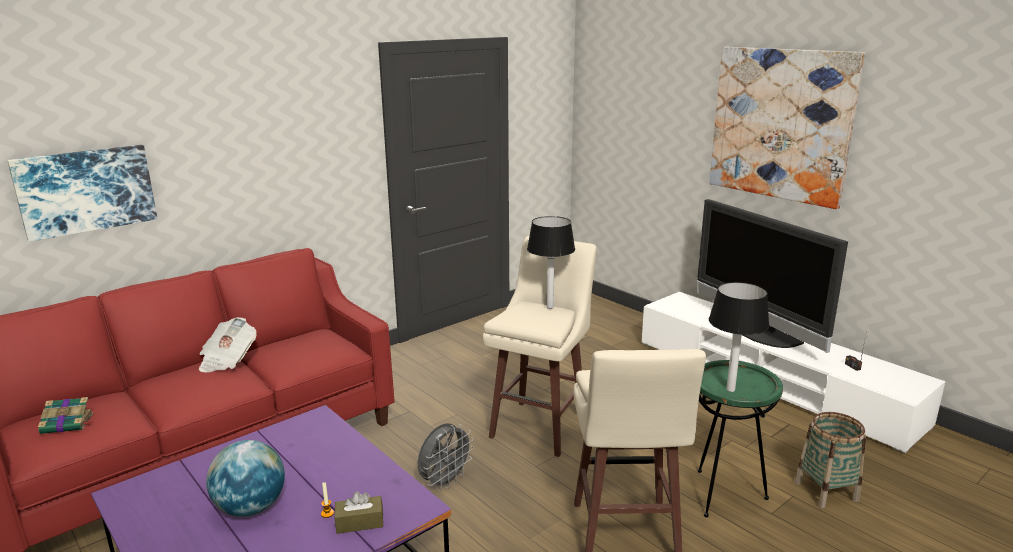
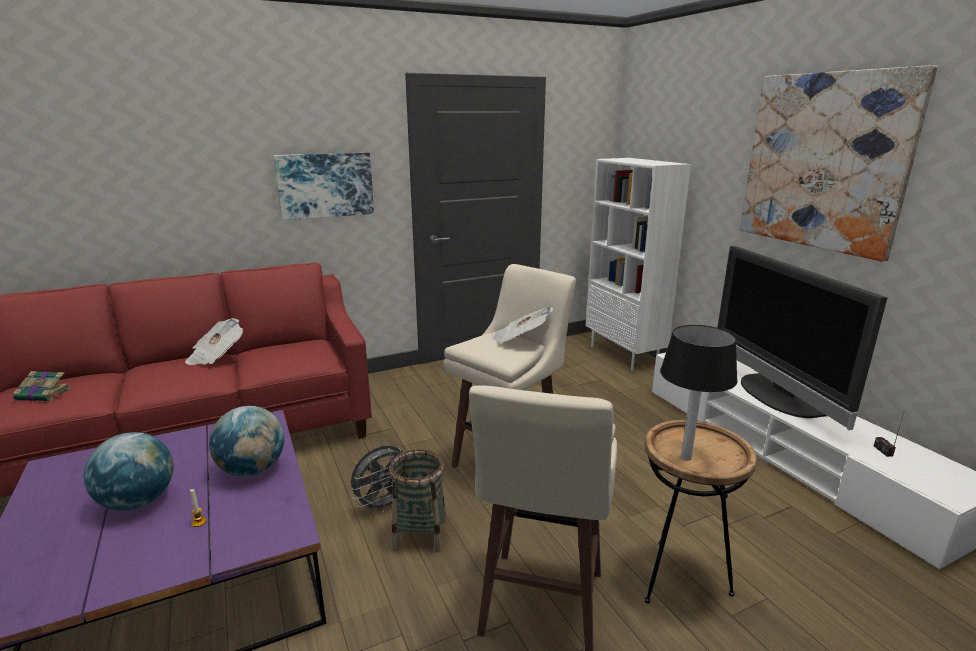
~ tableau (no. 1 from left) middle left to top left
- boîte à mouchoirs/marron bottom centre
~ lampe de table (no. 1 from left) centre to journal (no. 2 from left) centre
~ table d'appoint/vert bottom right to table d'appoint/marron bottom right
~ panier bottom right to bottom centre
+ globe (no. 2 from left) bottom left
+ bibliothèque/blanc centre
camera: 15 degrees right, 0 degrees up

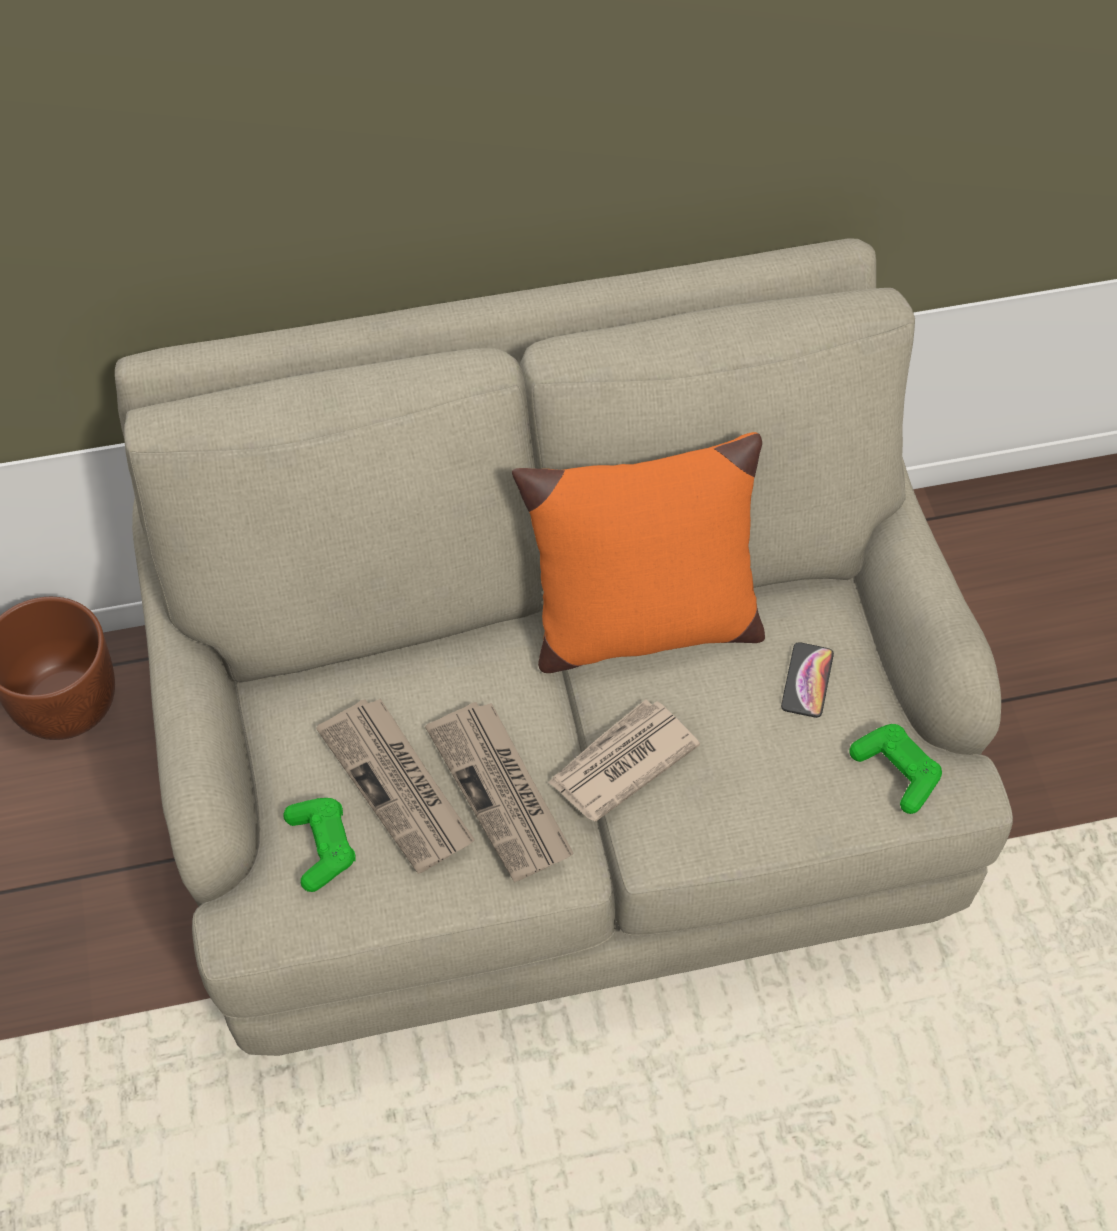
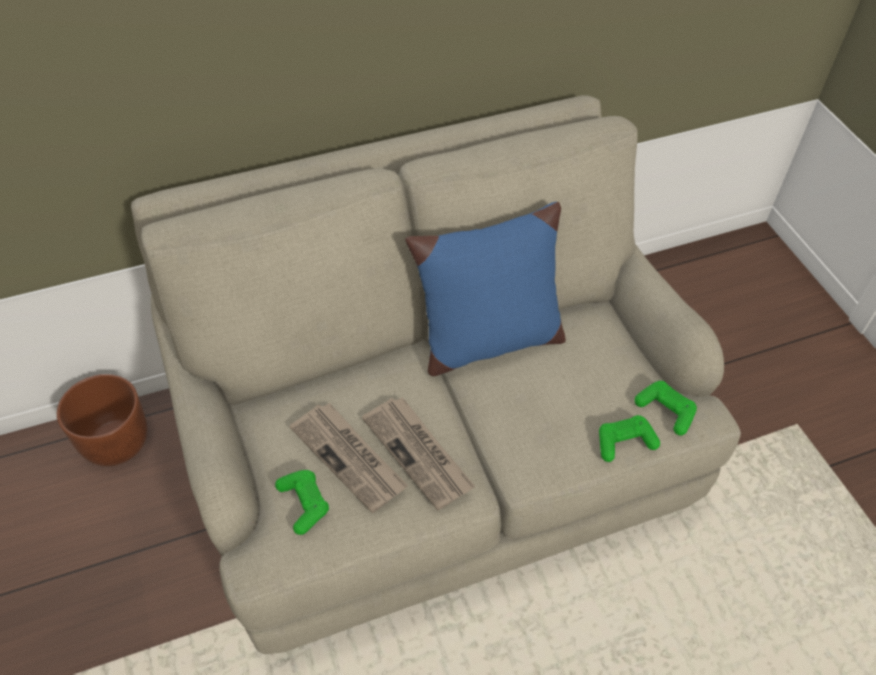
~ coussin/orange centre to coussin/bleu centre
- journal (no. 3 from left) centre
- téléphone middle right
+ manette/vert (no. 2 from left) middle right
camera: 10 degrees left, 5 degrees down

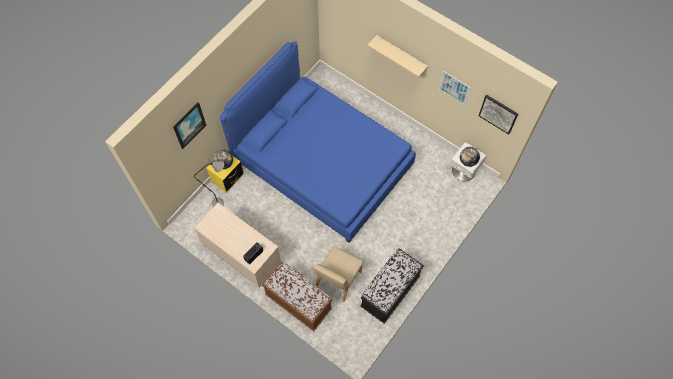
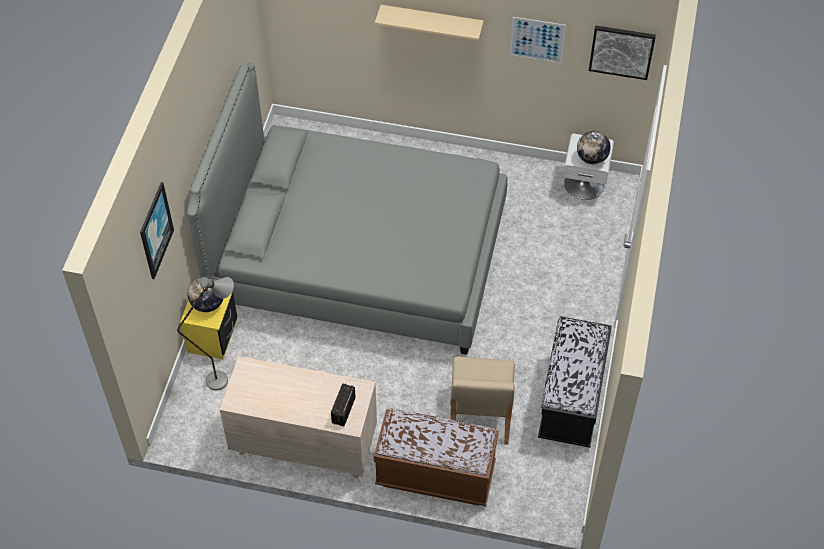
~ lit/bleu centre to lit/gris centre
camera: 25 degrees left, 10 degrees down

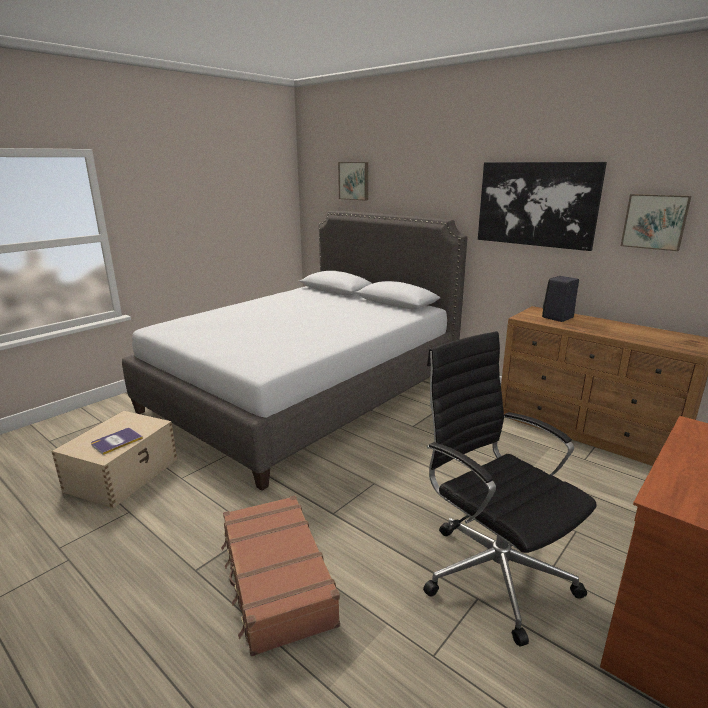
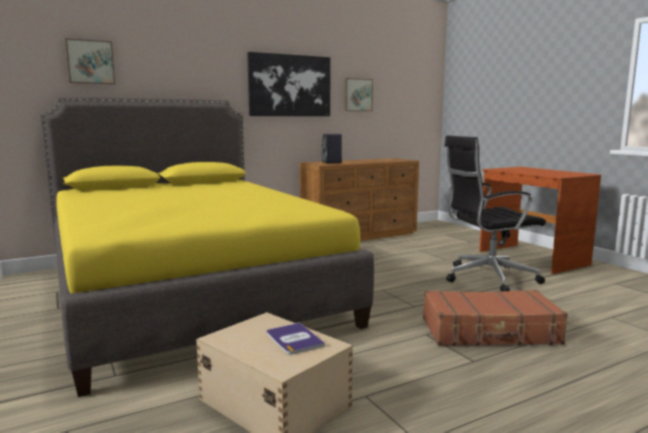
~ lit/gris centre to lit/jaune middle left
camera: 70 degrees left, 10 degrees down

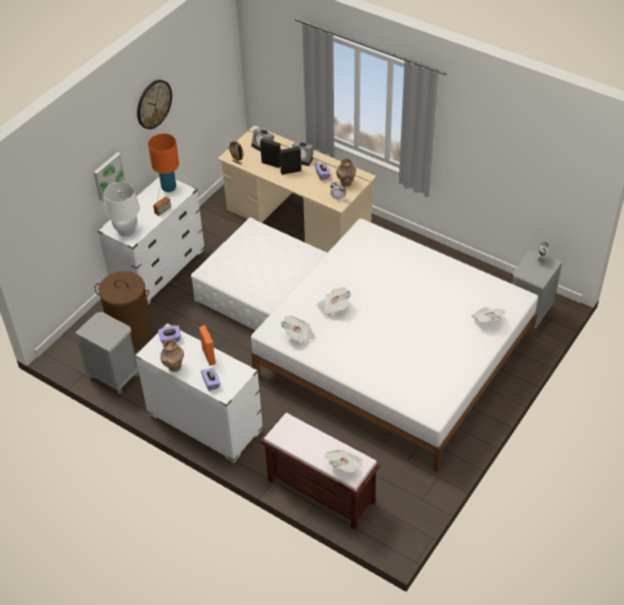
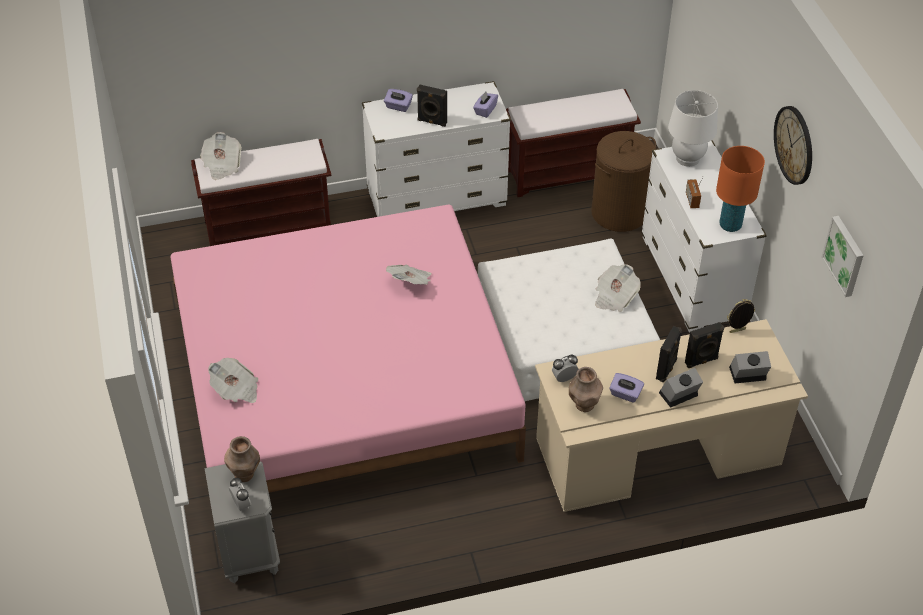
~ table de chevet/gris (no. 1 from left) middle left to banc/marron (no. 2 from left) top centre
~ tableau top left to middle right
~ vase/marron (no. 1 from left) middle left to bottom left
~ enceinte/orange middle left to enceinte/noir (no. 1 from left) top centre
~ lit/blanc centre to lit/rose centre
~ journal (no. 1 from left in the first image) centre to journal (no. 4 from left) middle right
camera: 130 degrees right, 0 degrees up

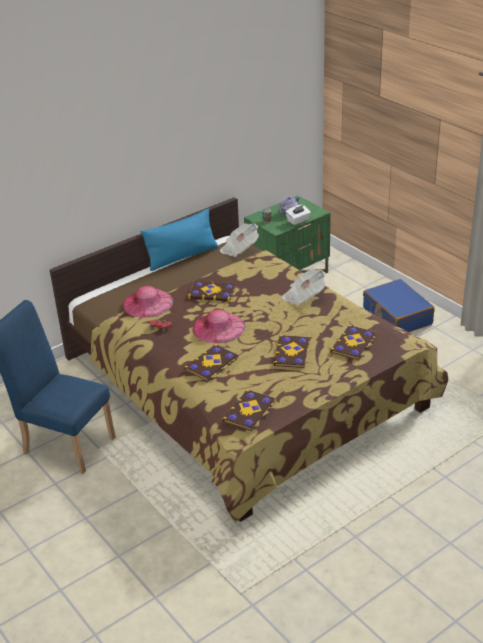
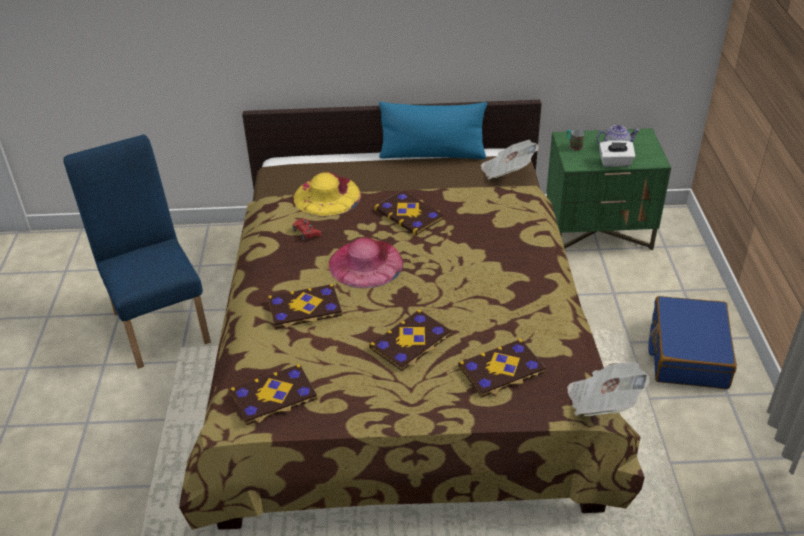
~ chapeau/rose (no. 1 from left) middle left to chapeau/jaune centre
~ journal (no. 2 from left) centre to bottom right
camera: 35 degrees right, 5 degrees up

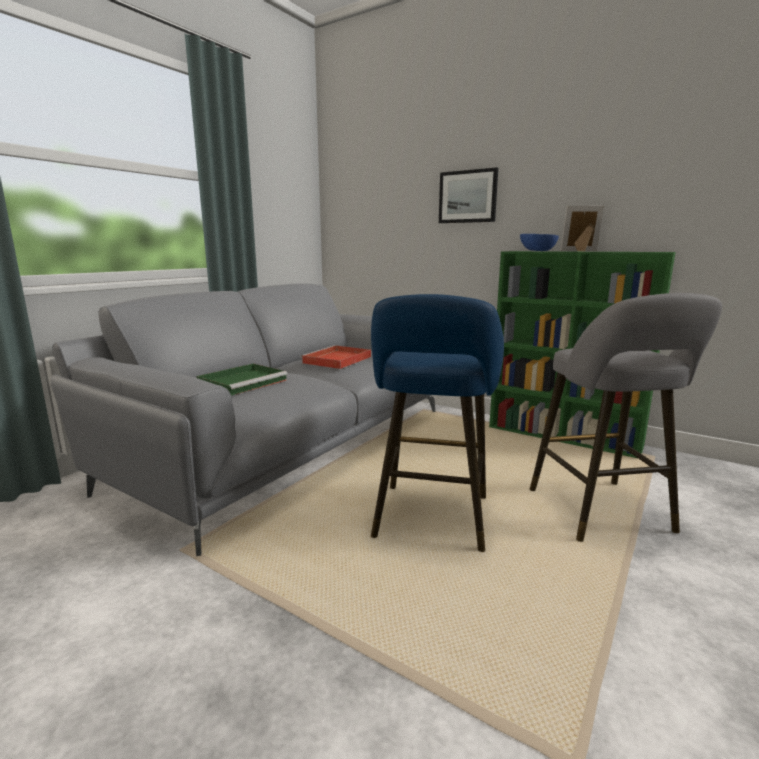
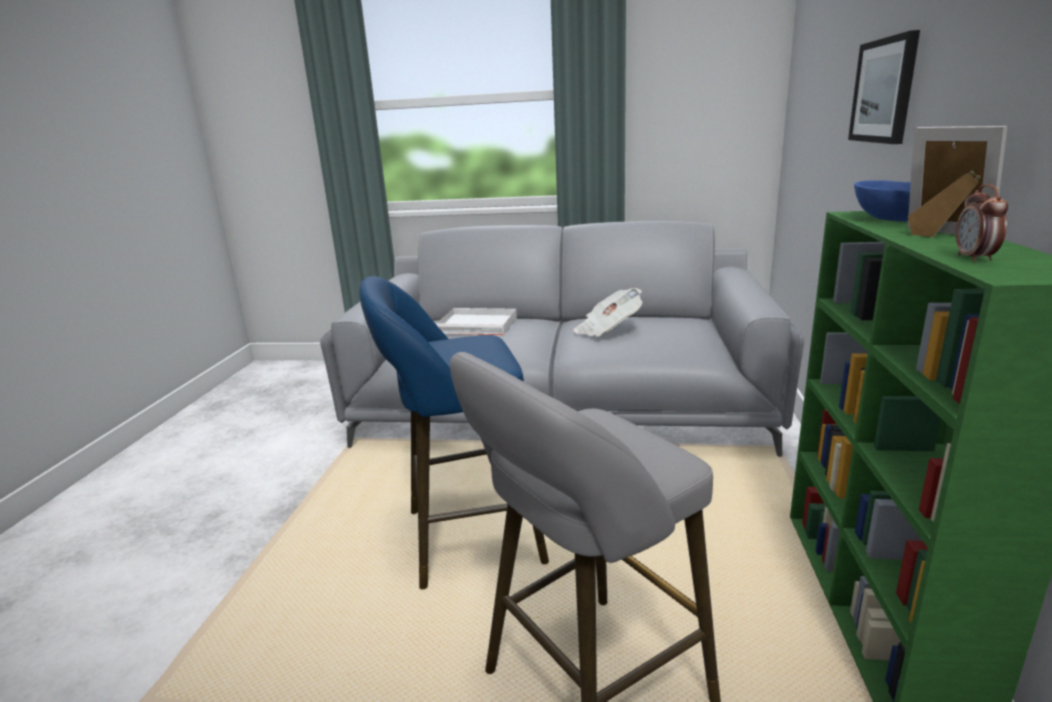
~ plateau/vert middle left to plateau/blanc centre
~ plateau/rouge centre to journal centre
+ réveil top right
camera: 65 degrees right, 5 degrees up

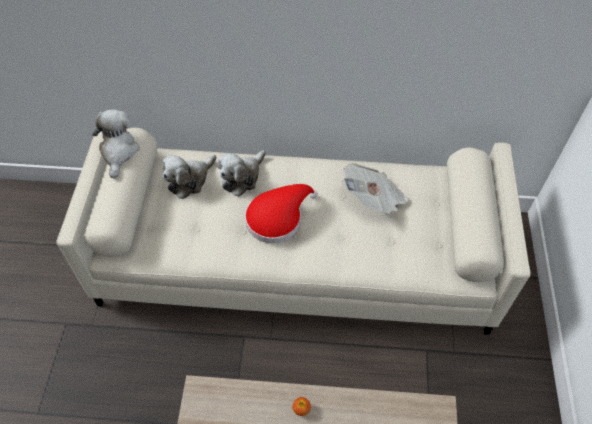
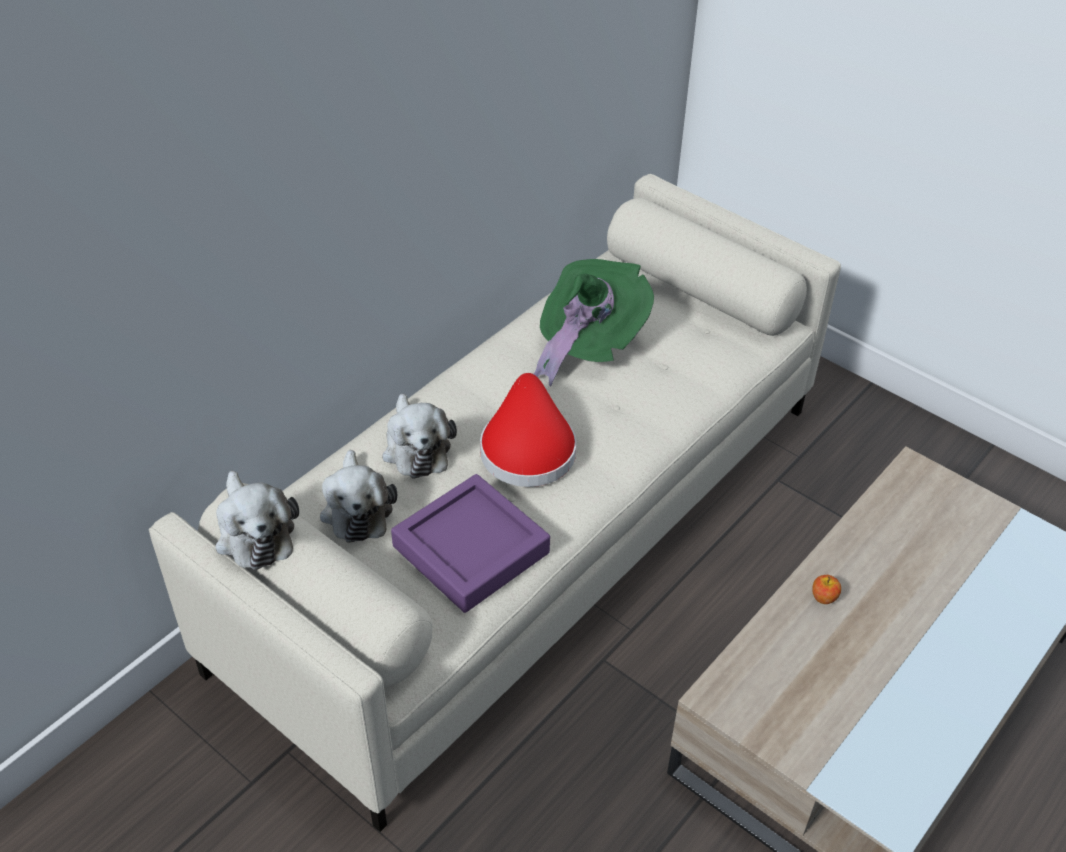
~ peluche (no. 1 from left) middle left = middle left 150 degrees counterclockwise
~ journal centre to chapeau/vert centre
+ plateau/violet centre
camera: 55 degrees left, 10 degrees down

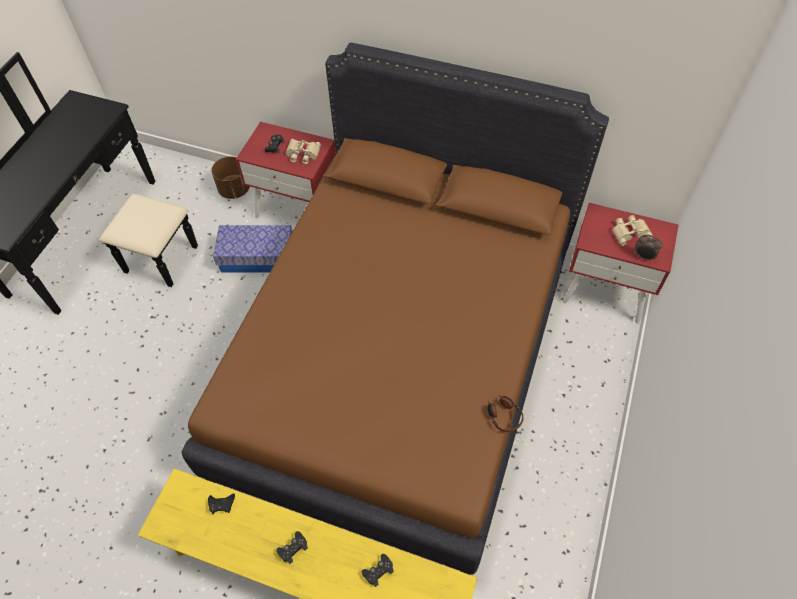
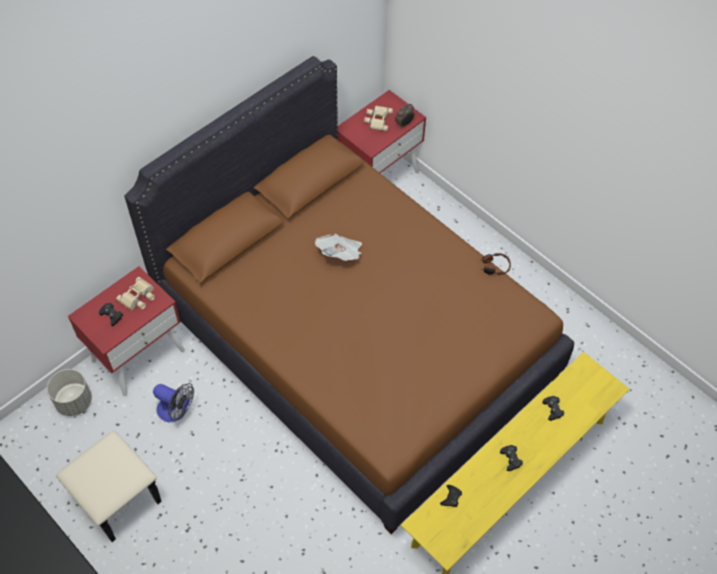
~ cache-pot/marron top left to cache-pot/gris bottom left
~ boîte de rangement middle left to ventilateur bottom left
+ journal centre
camera: 65 degrees left, 0 degrees up

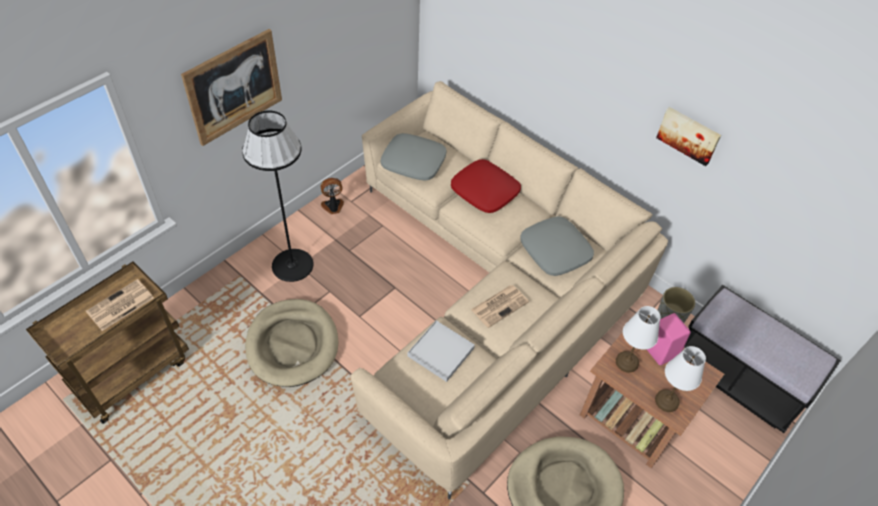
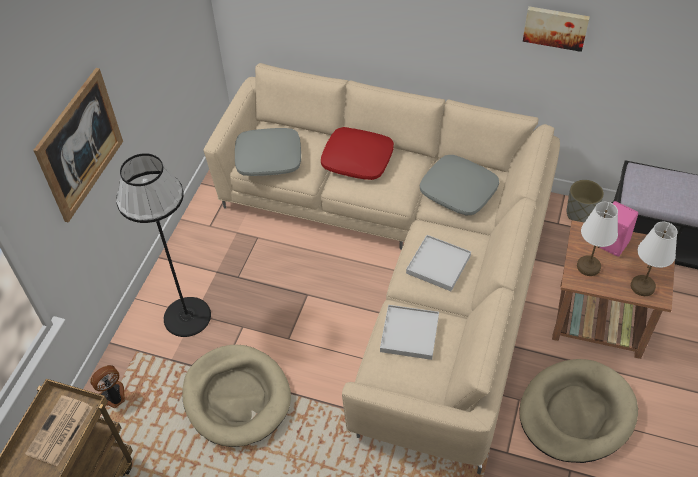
~ ventilateur centre to bottom left
~ journal (no. 2 from left) centre to plateau/blanc (no. 2 from left) centre
camera: 20 degrees left, 0 degrees up

